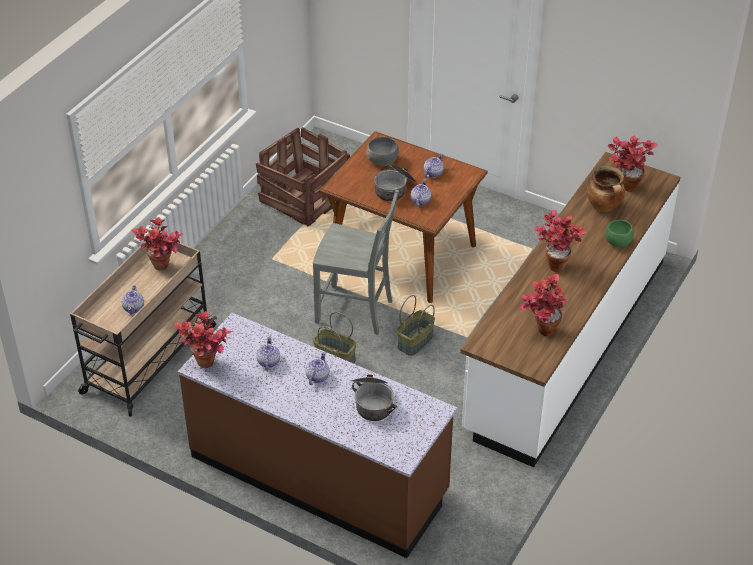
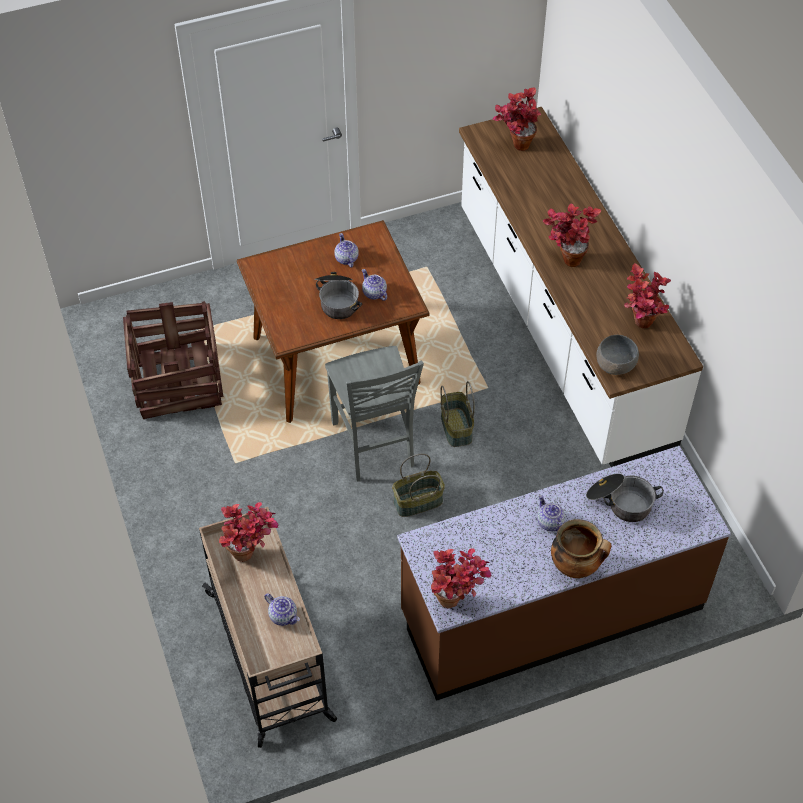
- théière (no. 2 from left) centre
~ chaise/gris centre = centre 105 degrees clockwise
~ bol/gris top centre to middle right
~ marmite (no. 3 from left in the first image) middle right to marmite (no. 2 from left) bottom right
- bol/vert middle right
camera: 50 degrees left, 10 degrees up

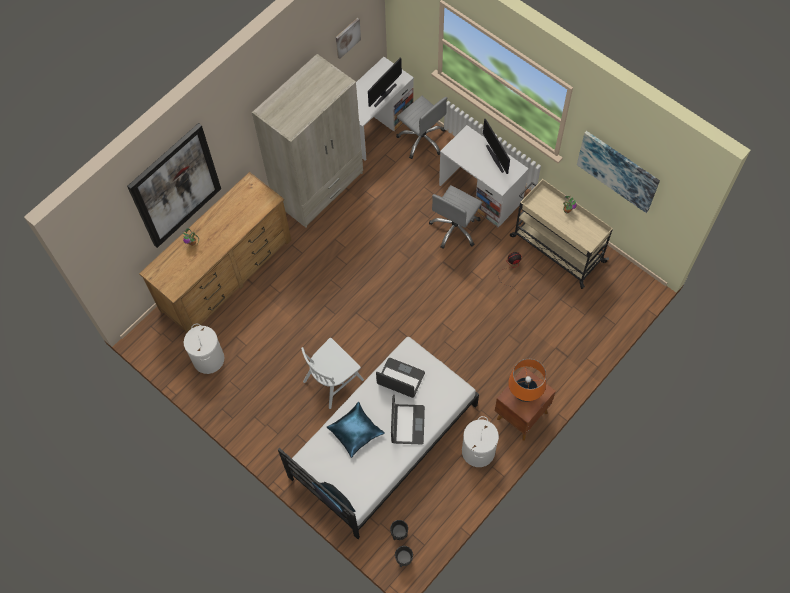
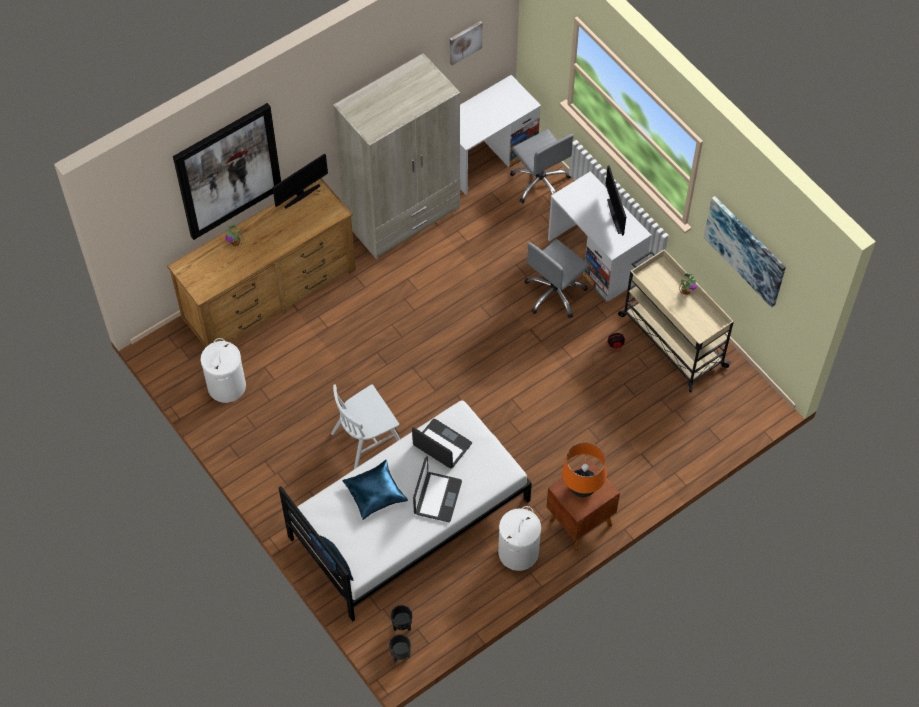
~ écran d'ordinateur (no. 1 from left) top centre to top left
camera: 10 degrees right, 5 degrees down

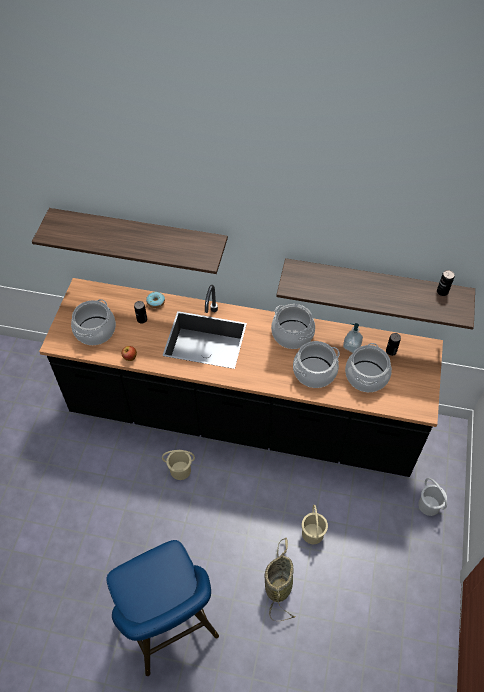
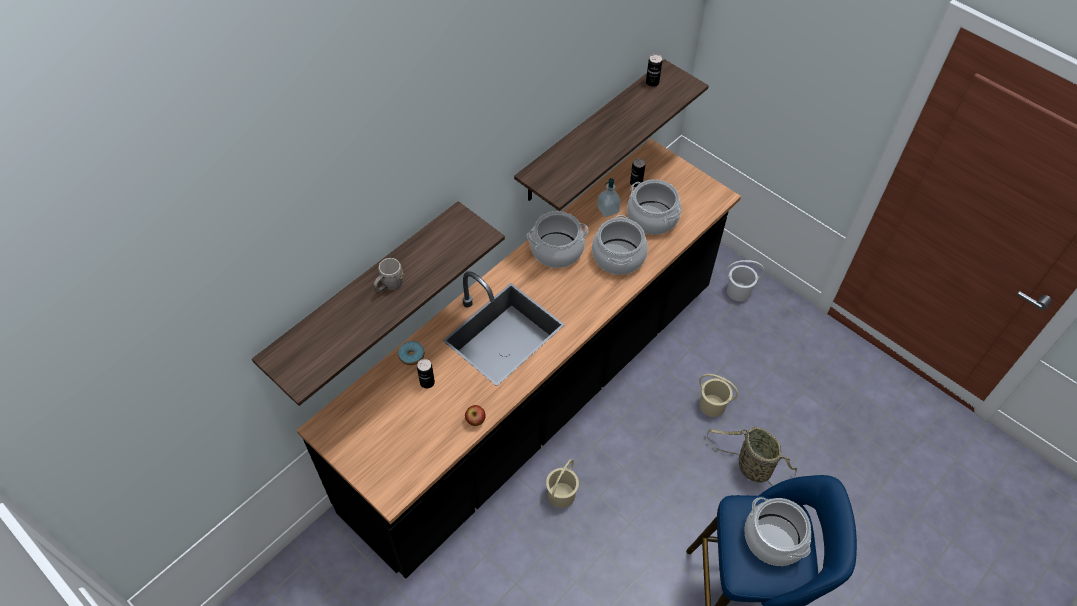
~ marmite (no. 1 from left in the first image) middle left to marmite (no. 4 from left) bottom right
+ mug/gris centre
camera: 60 degrees left, 0 degrees up

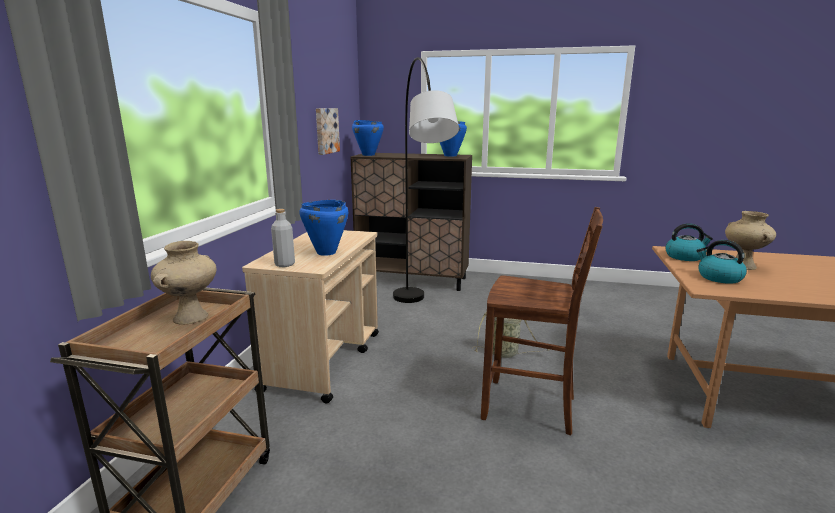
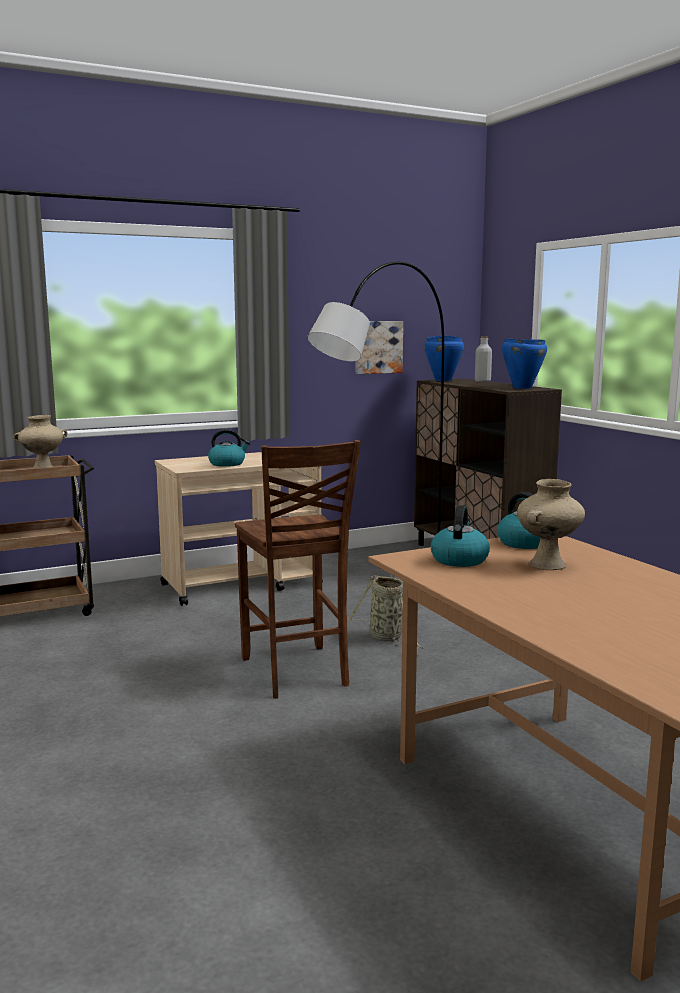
~ bouteille/gris centre to middle right
~ marmite/bleu (no. 1 from left) centre to bouilloire (no. 1 from left) centre
camera: 50 degrees right, 5 degrees down

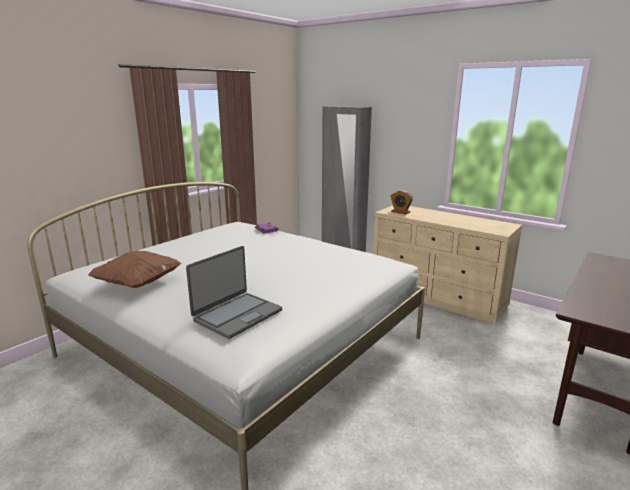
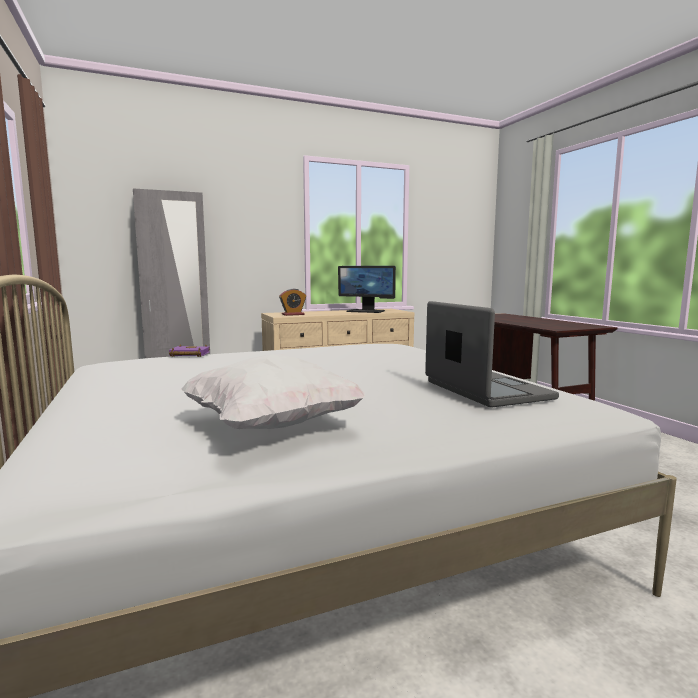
~ coussin/marron middle left to coussin/blanc centre
+ écran d'ordinateur centre
camera: 60 degrees left, 10 degrees down

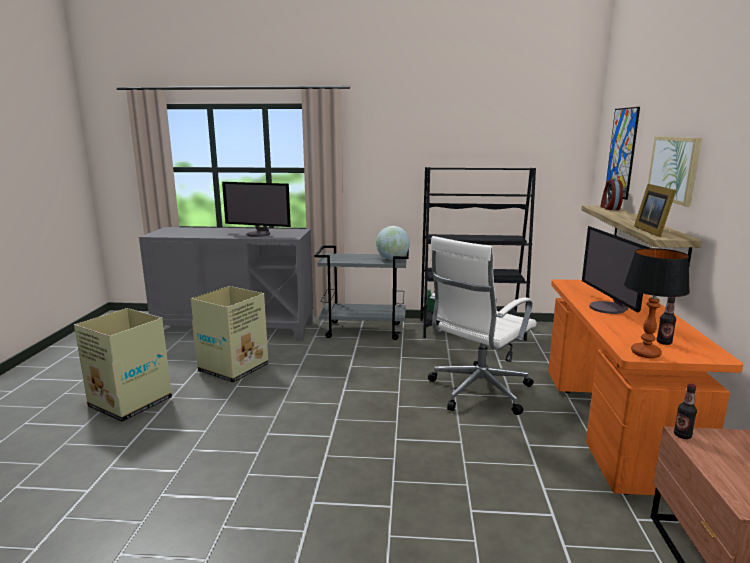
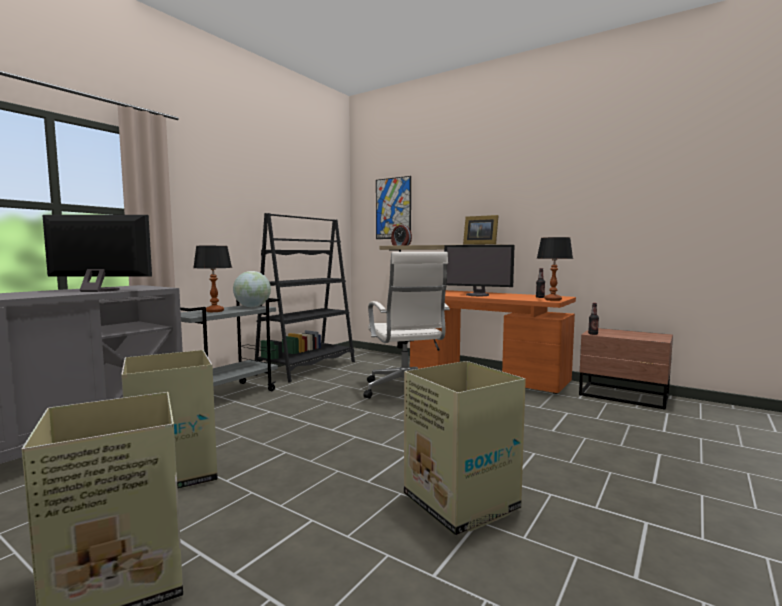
~ écran d'ordinateur (no. 1 from left) centre = middle left 135 degrees counterclockwise
- tableau (no. 2 from left) top right
+ lampe de table (no. 1 from left) middle left
+ carton (no. 3 from left) bottom centre
camera: 60 degrees left, 10 degrees down

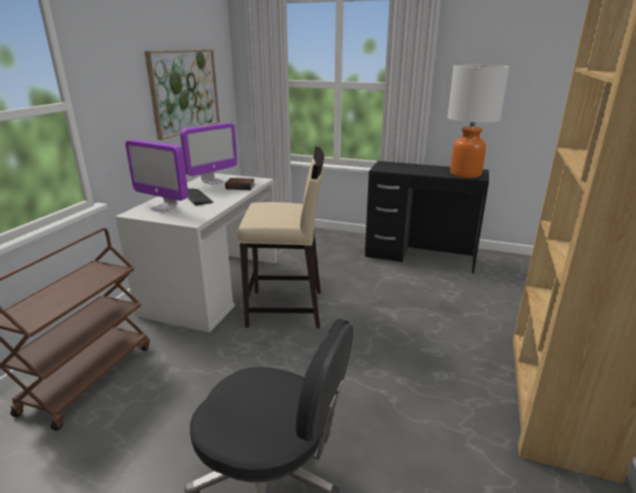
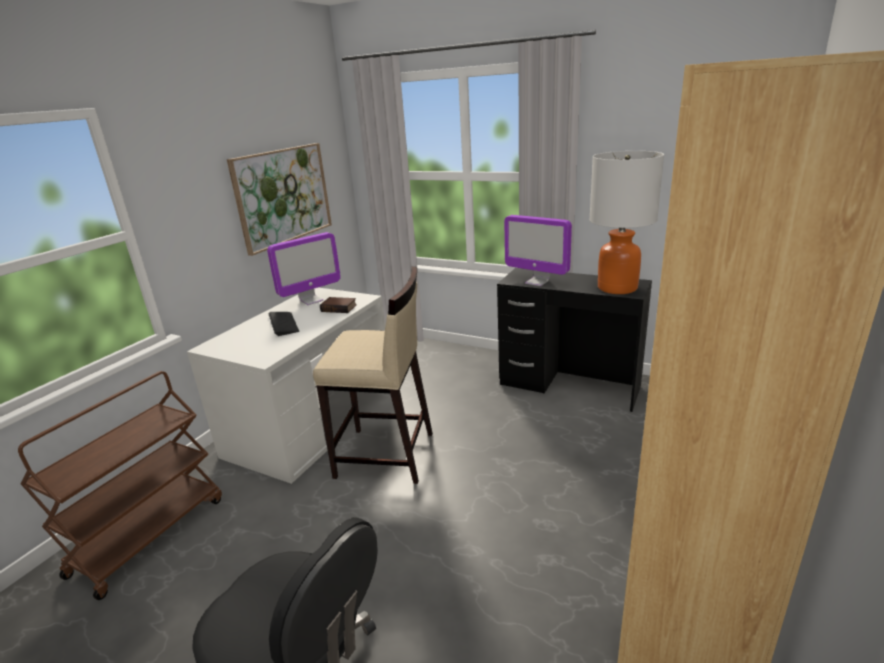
~ écran d'ordinateur (no. 1 from left in the first image) middle left to écran d'ordinateur (no. 2 from left) centre
camera: 10 degrees right, 0 degrees up

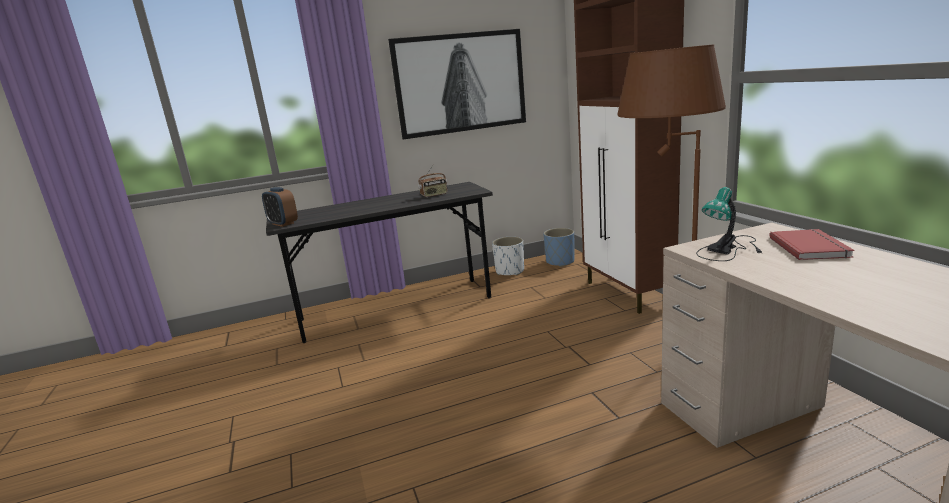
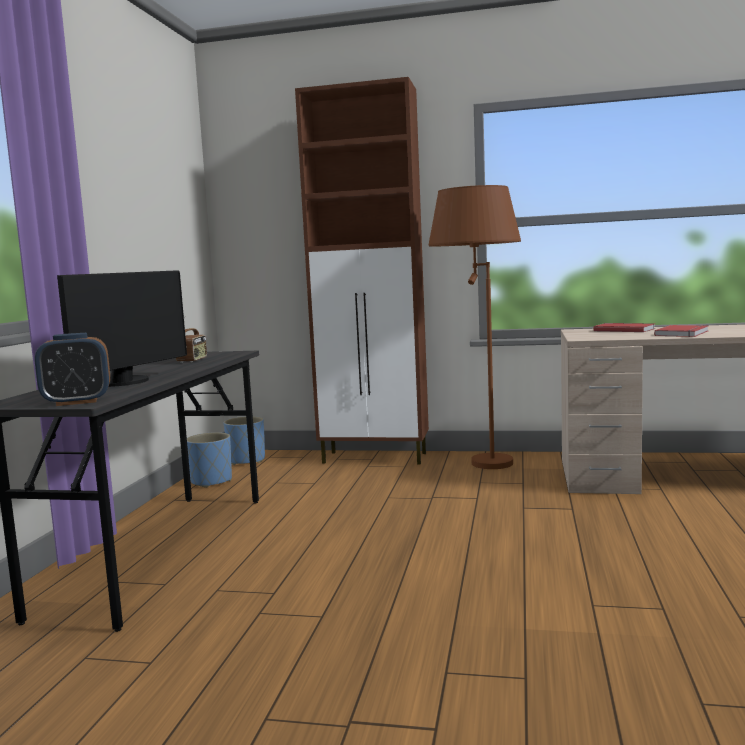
- tableau top centre
~ cache-pot/blanc centre to cache-pot/bleu (no. 1 from left) middle left
- lampe de table middle right
+ écran d'ordinateur middle left
+ livre/rouge (no. 2 from left) middle right
camera: 60 degrees left, 10 degrees down

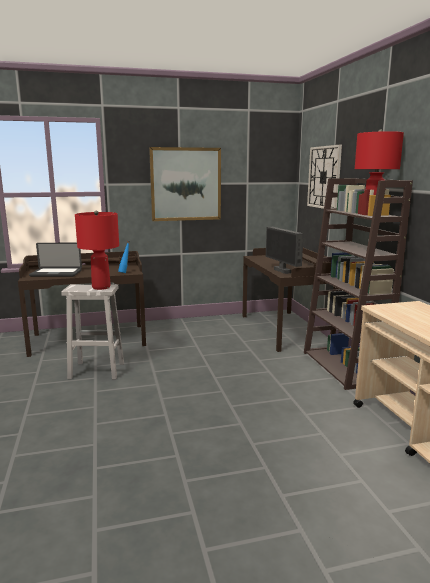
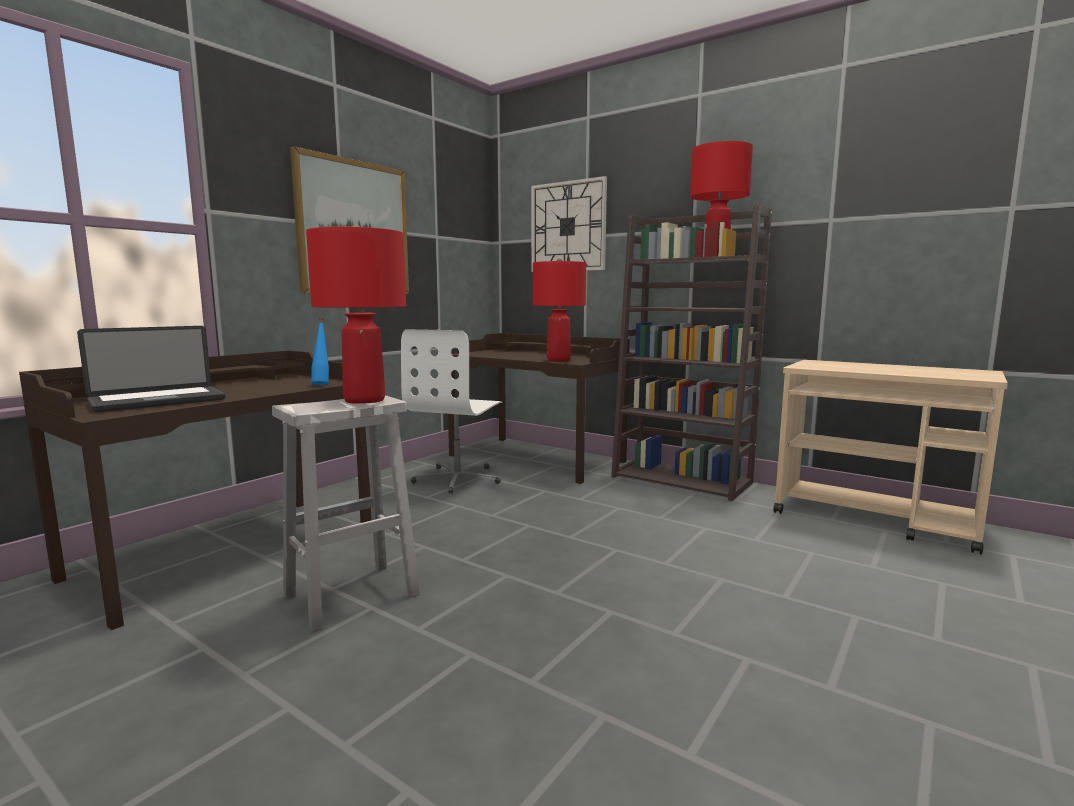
~ écran d'ordinateur centre to lampe de table/rouge (no. 2 from left) centre
+ chaise de bureau/blanc centre
camera: 40 degrees left, 5 degrees down

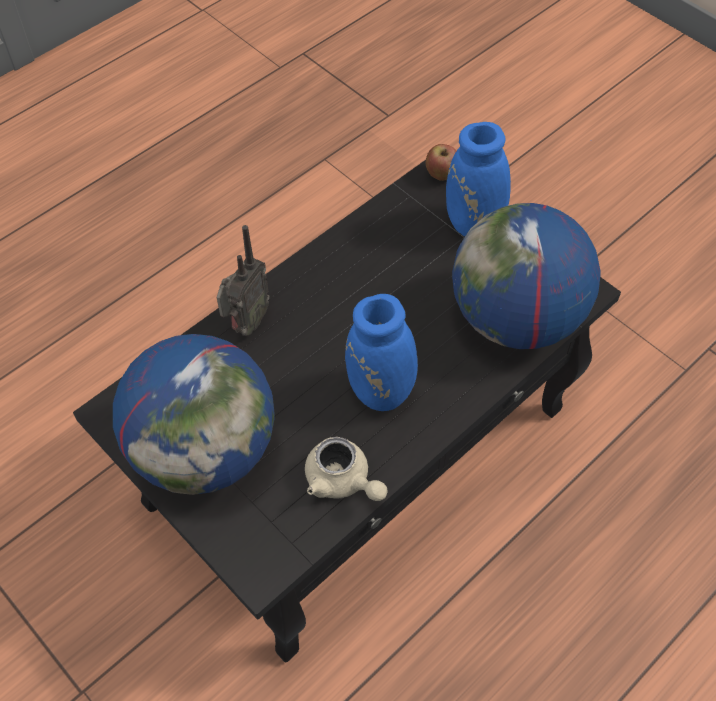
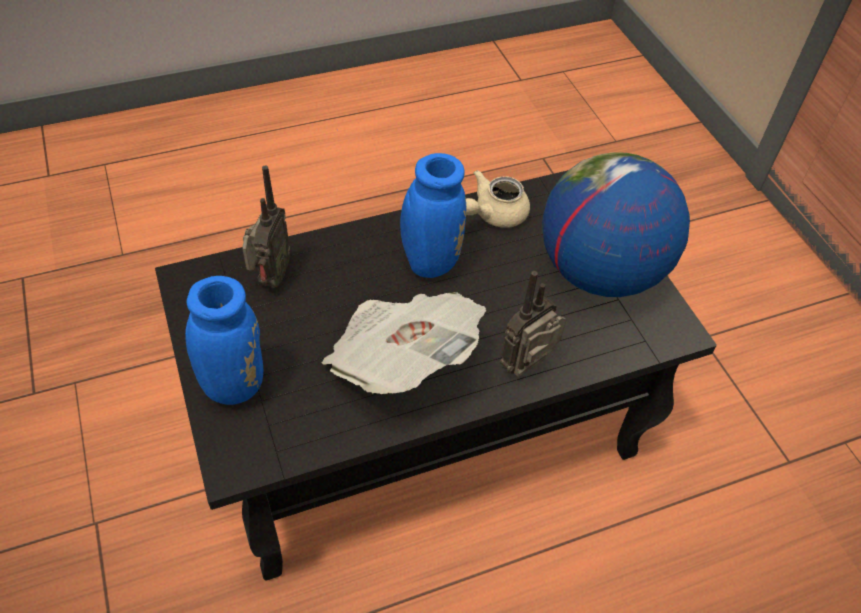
~ théière/beige bottom centre = top centre 105 degrees counterclockwise
- pomme top centre
~ globe (no. 2 from left) middle right to radio (no. 1 from left) middle left
+ journal centre
camera: 160 degrees left, 5 degrees down

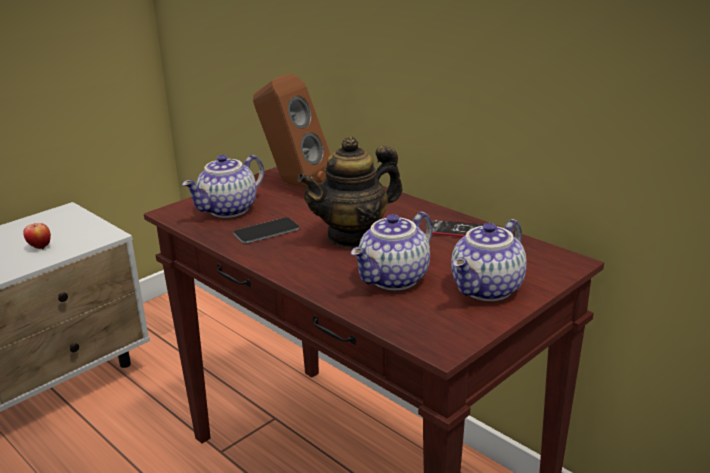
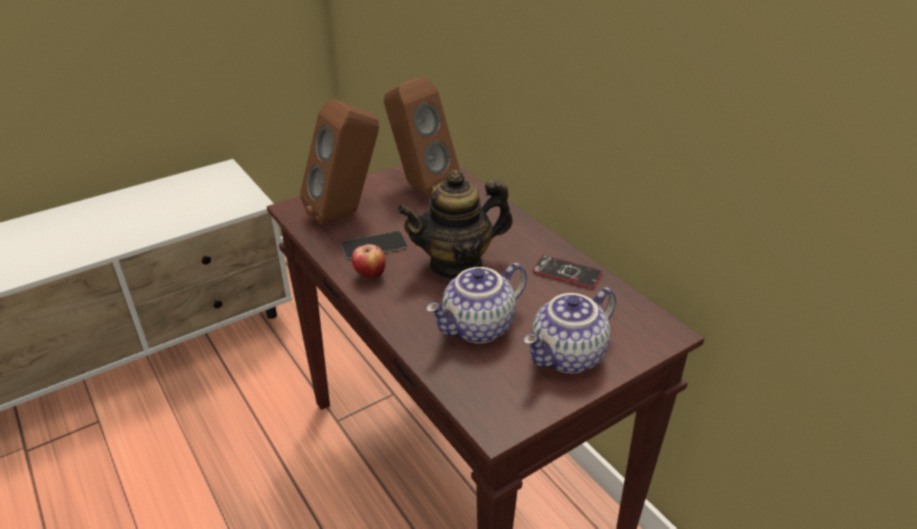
~ pomme middle left to centre
~ théière (no. 1 from left) middle left to enceinte/marron (no. 1 from left) top centre
camera: 10 degrees right, 10 degrees up

